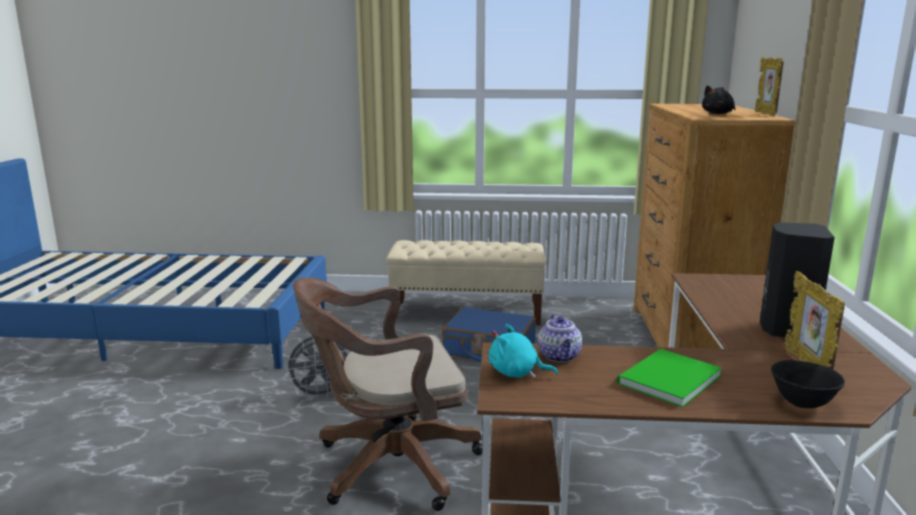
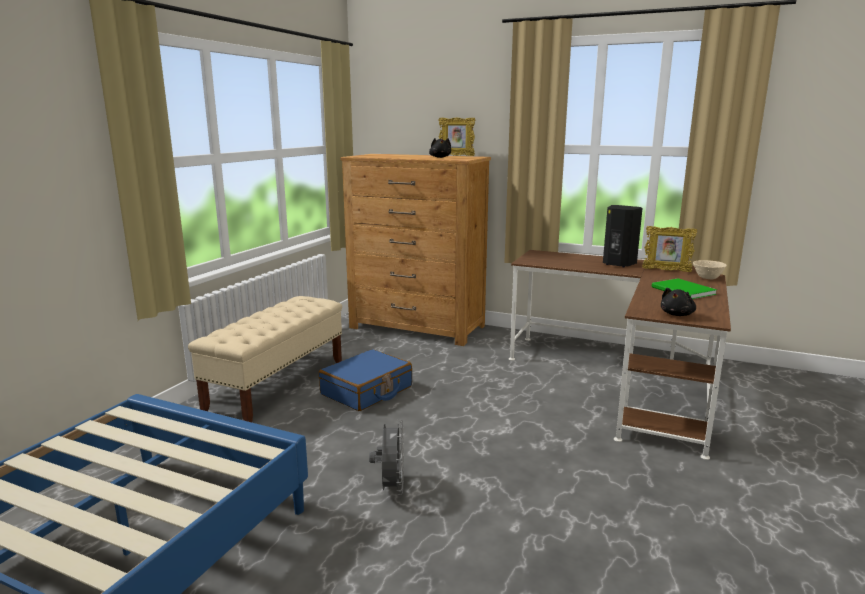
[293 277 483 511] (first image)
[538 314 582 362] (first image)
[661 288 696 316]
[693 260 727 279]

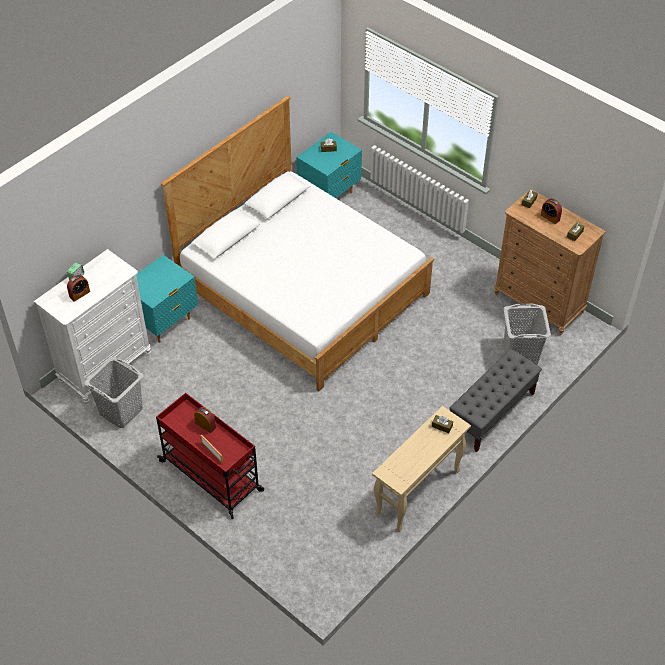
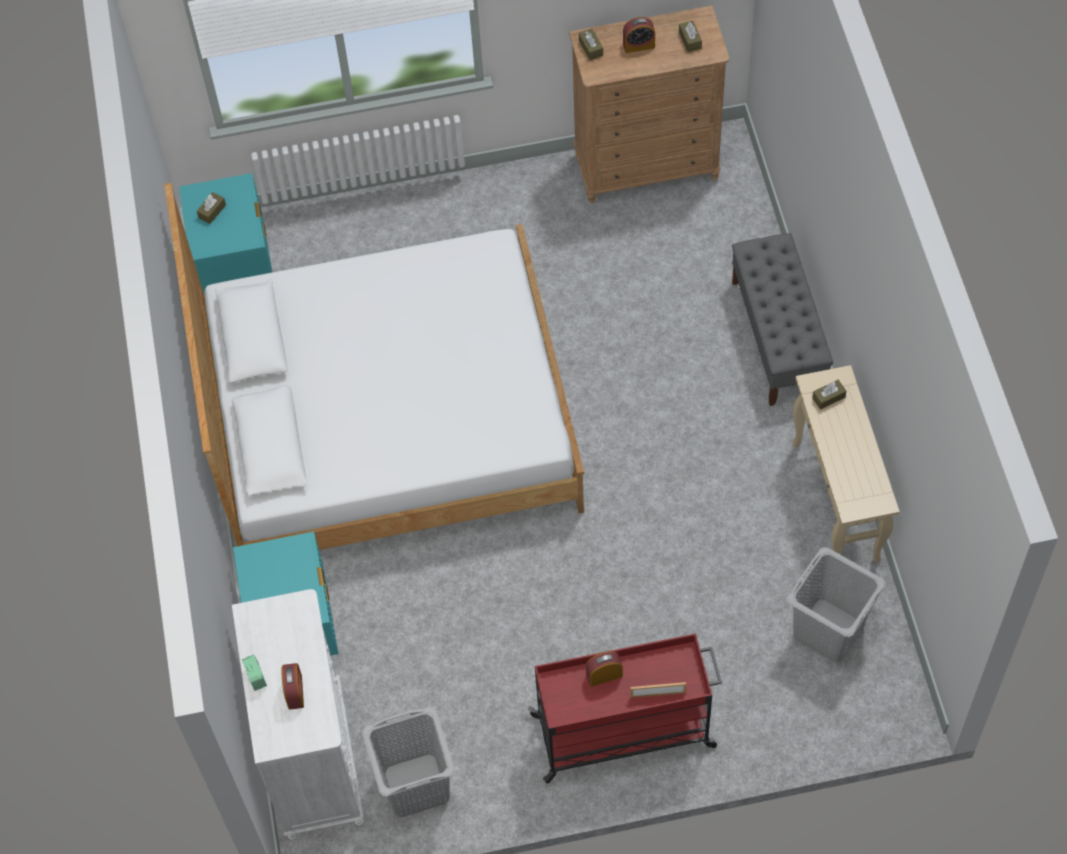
[787 547 886 663]

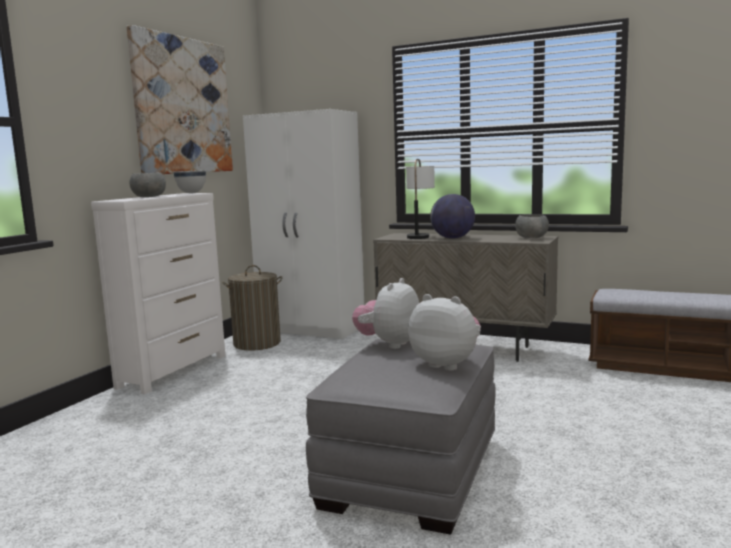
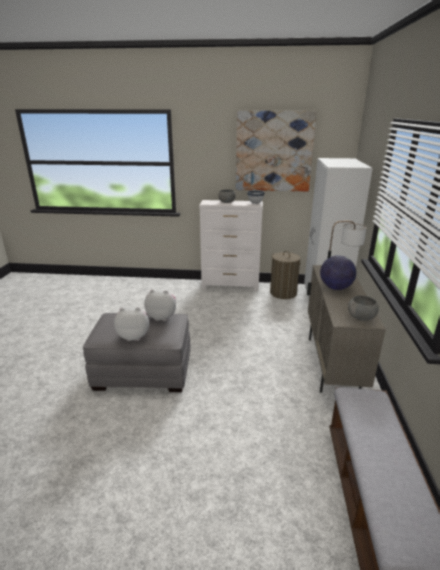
[114 307 149 341]

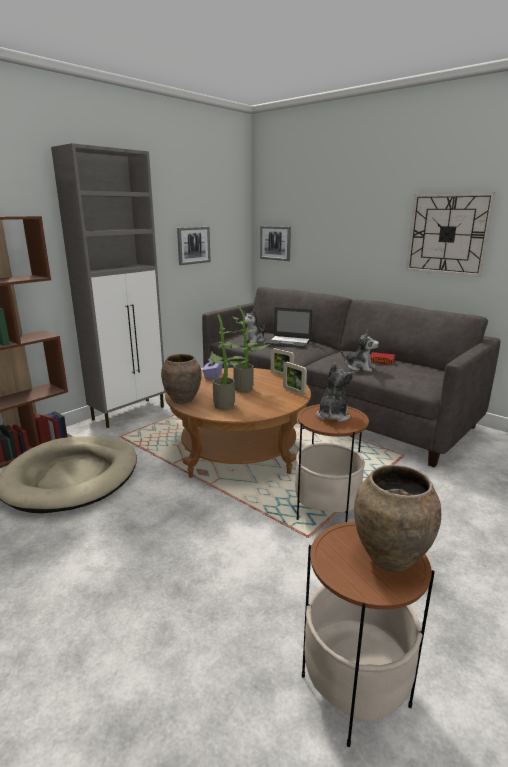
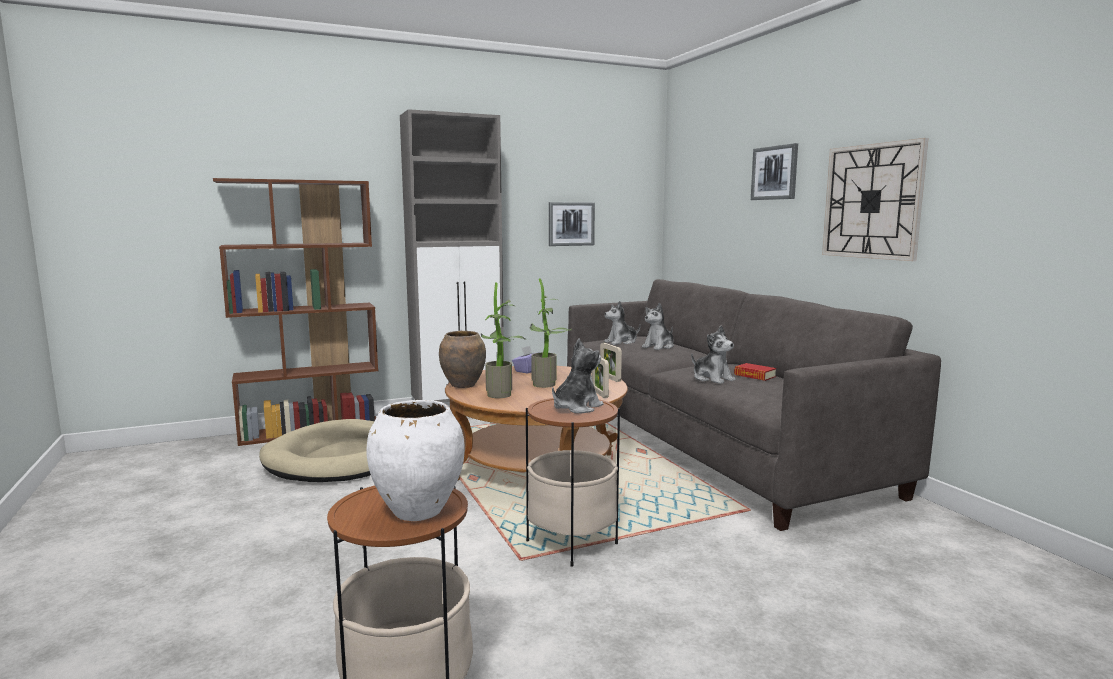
[751 143 798 200]
[642 303 674 350]
[366 400 465 521]

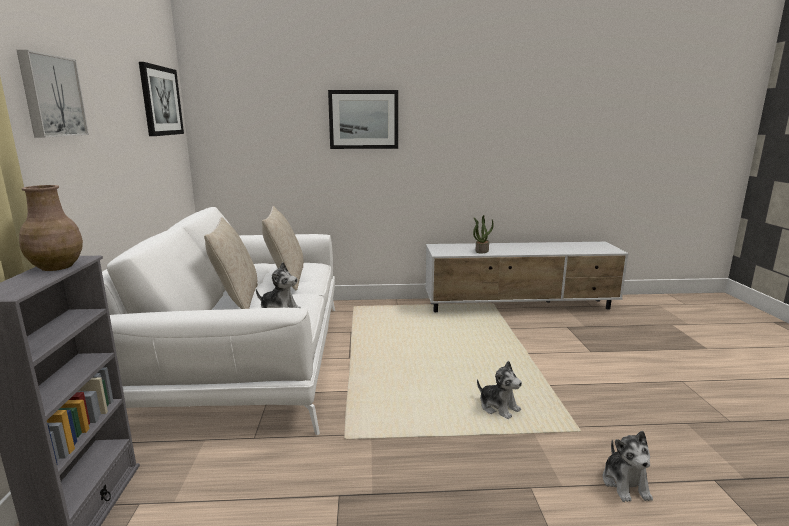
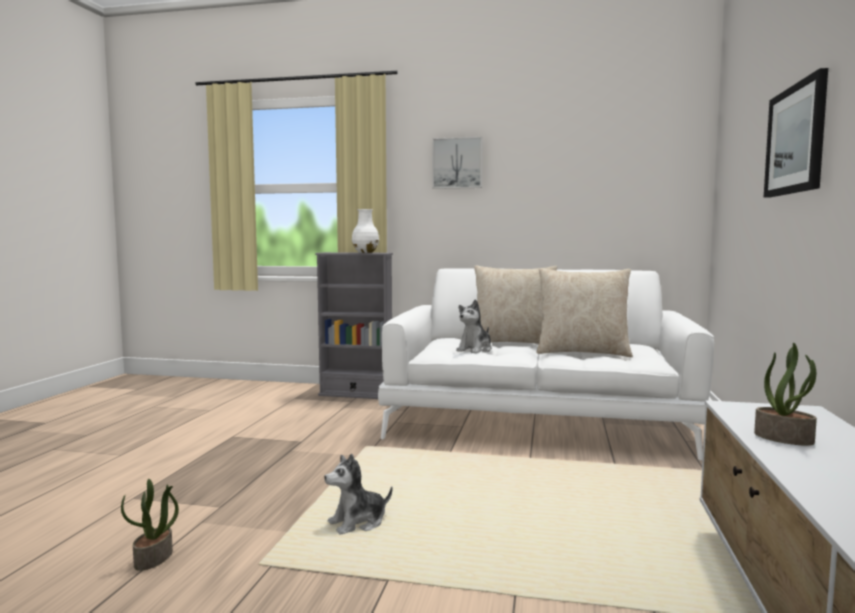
[139 62 184 136] (first image)
[121 479 179 571]
[352 209 379 253]

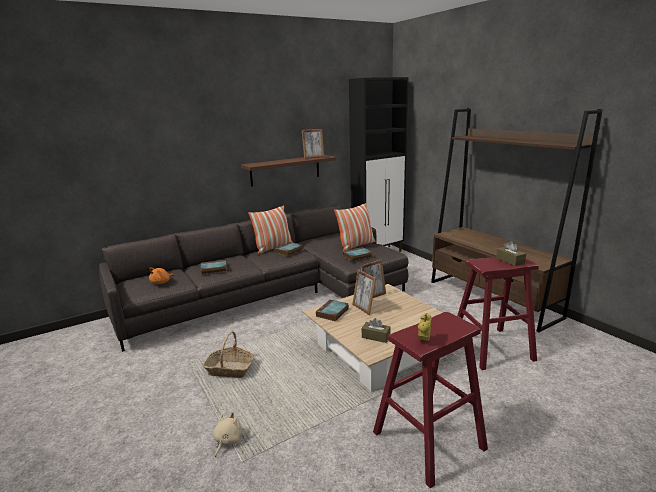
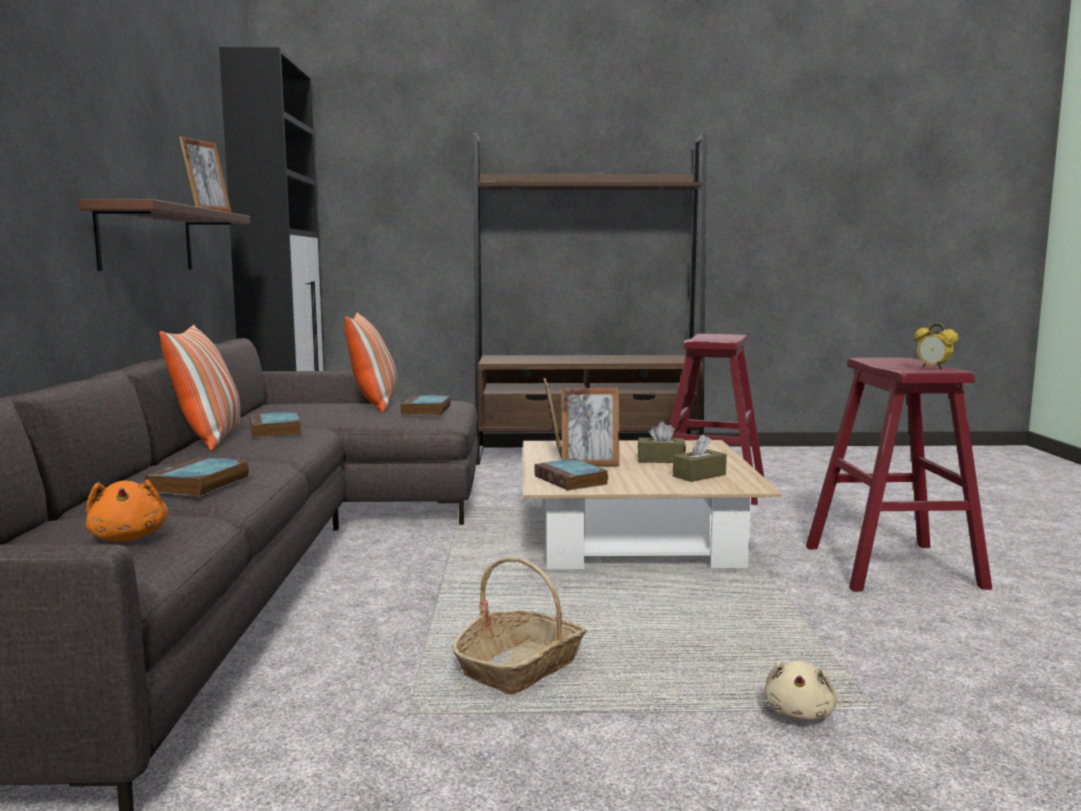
[638 422 686 463]
[764 660 838 722]

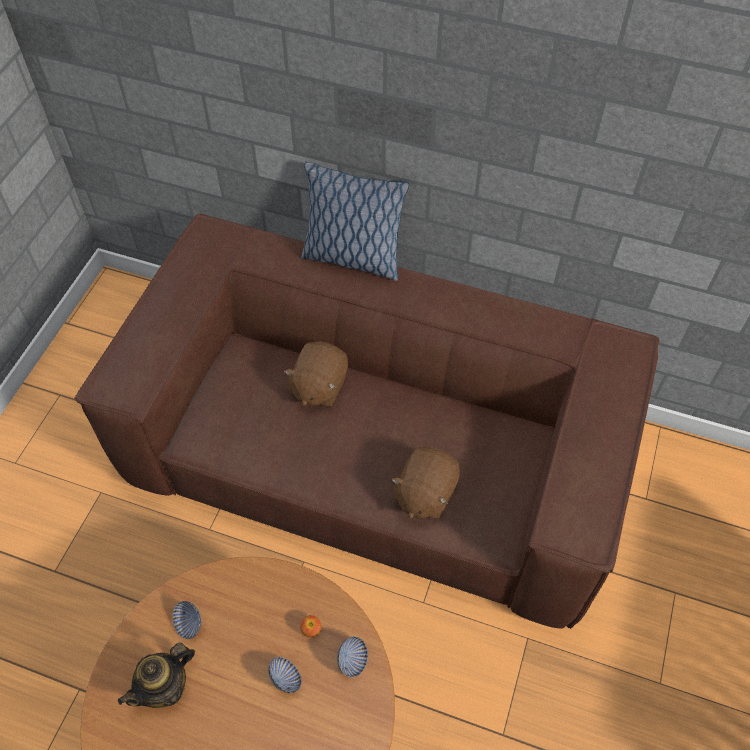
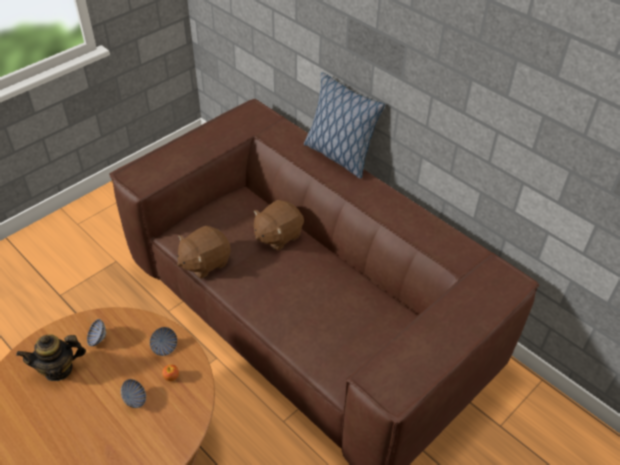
[150 327 177 356]
[177 226 231 279]

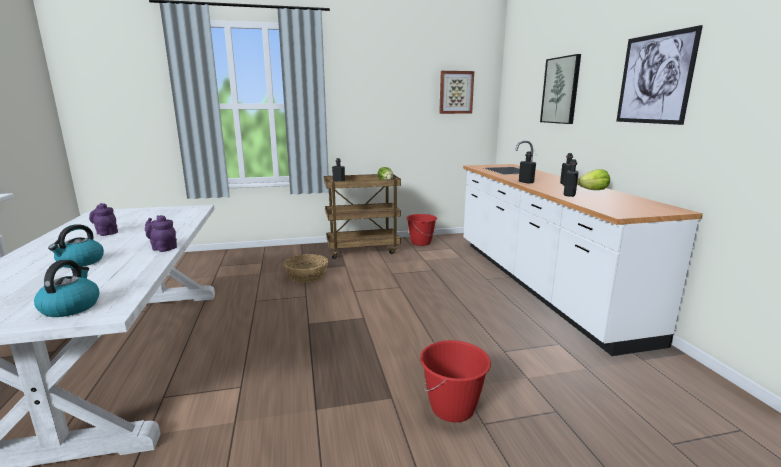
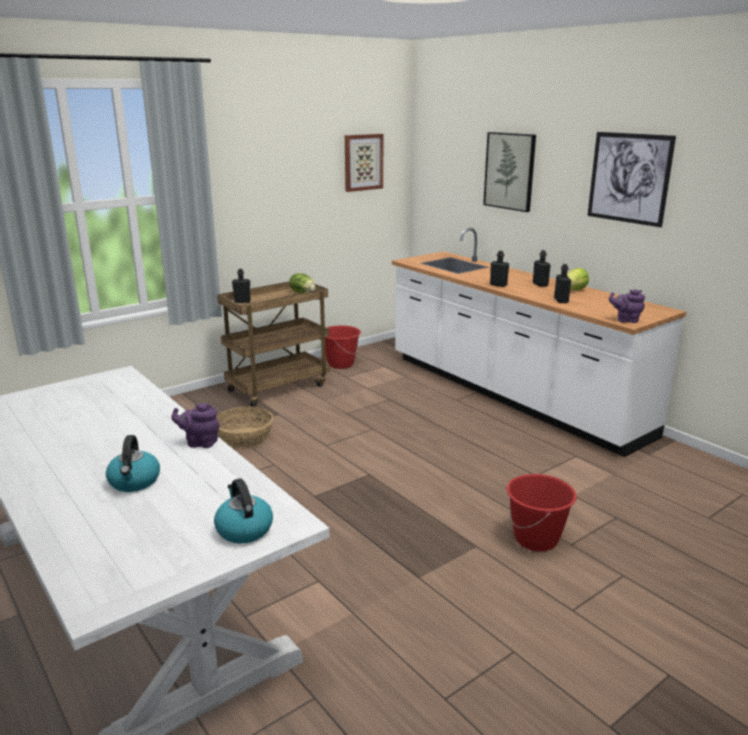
[609 289 645 323]

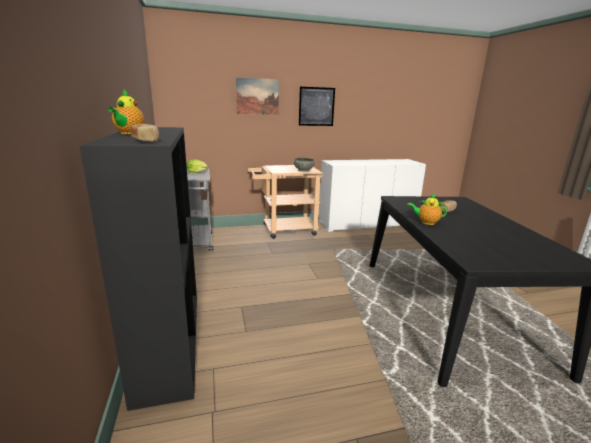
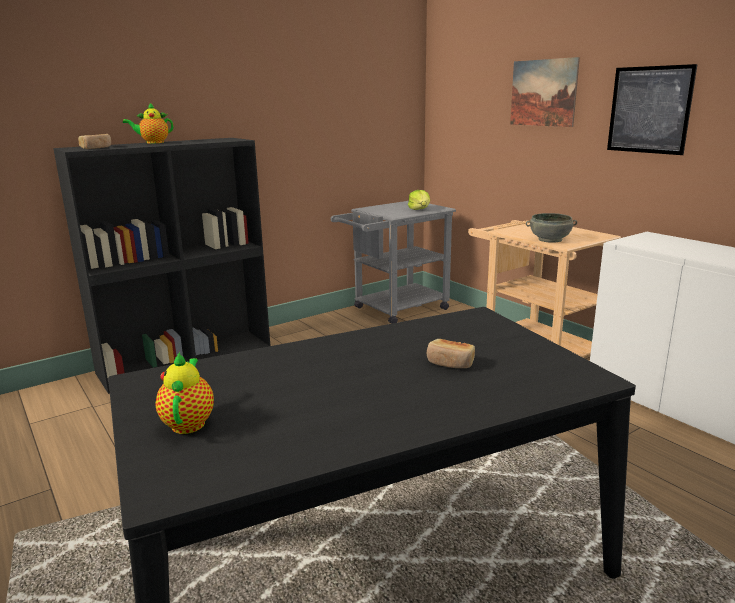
[156 351 214 434]

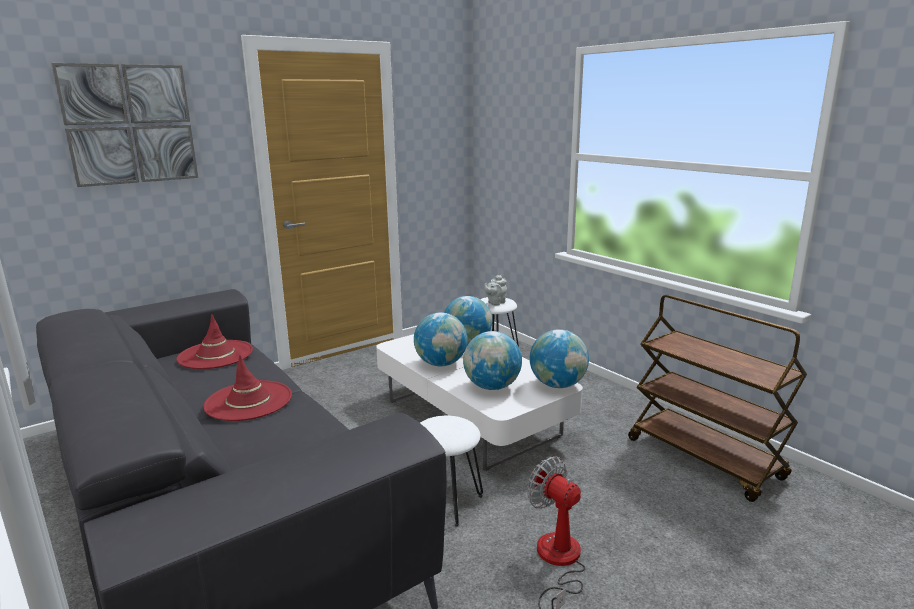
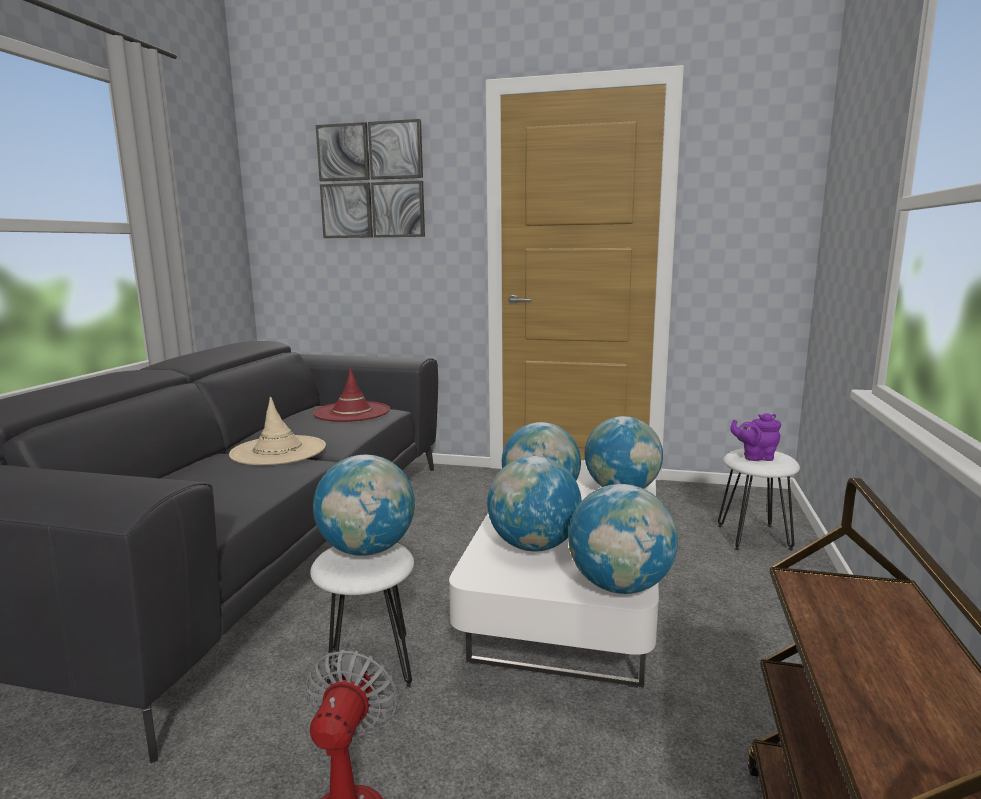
[313 455 415 556]
[229 396 326 465]
[730 413 781 461]

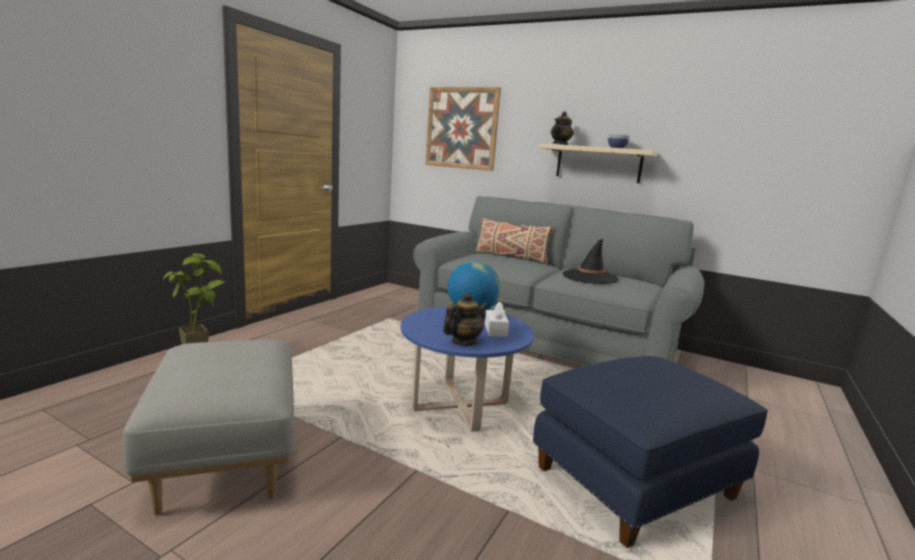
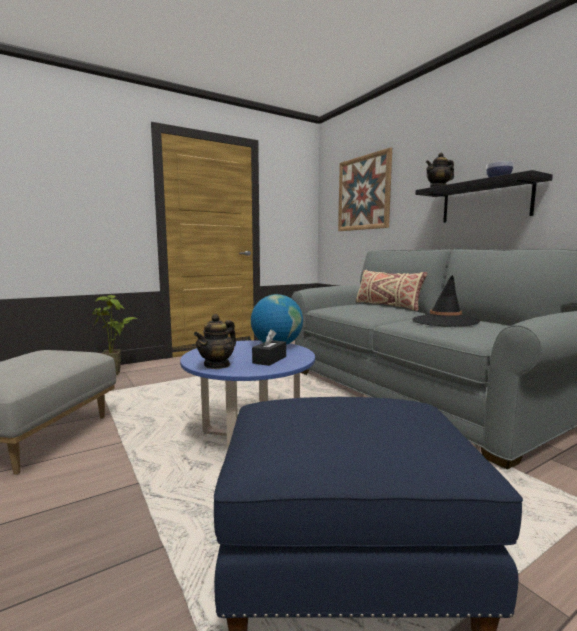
[252 329 286 366]
[415 170 553 223]
[194 314 236 369]

